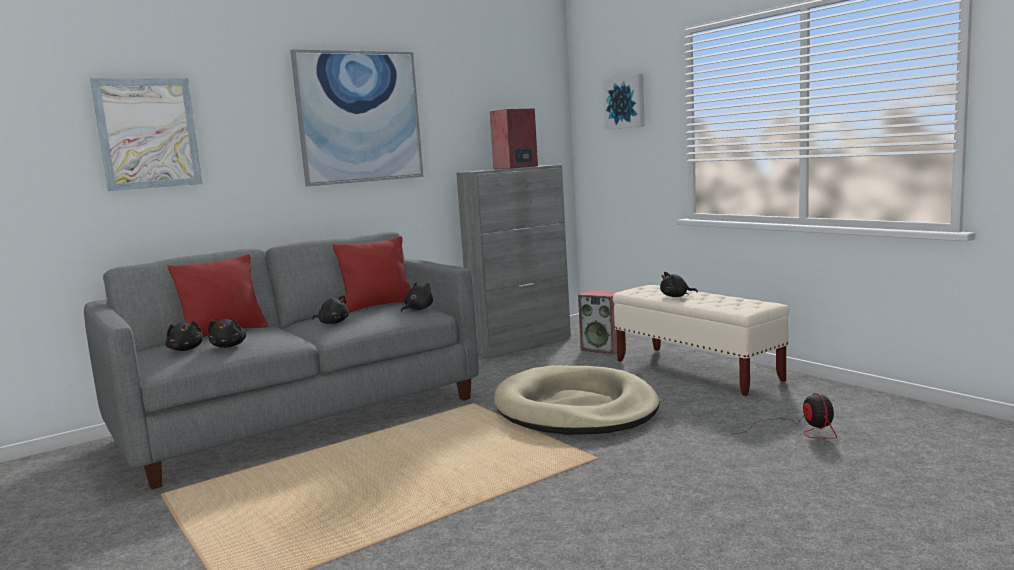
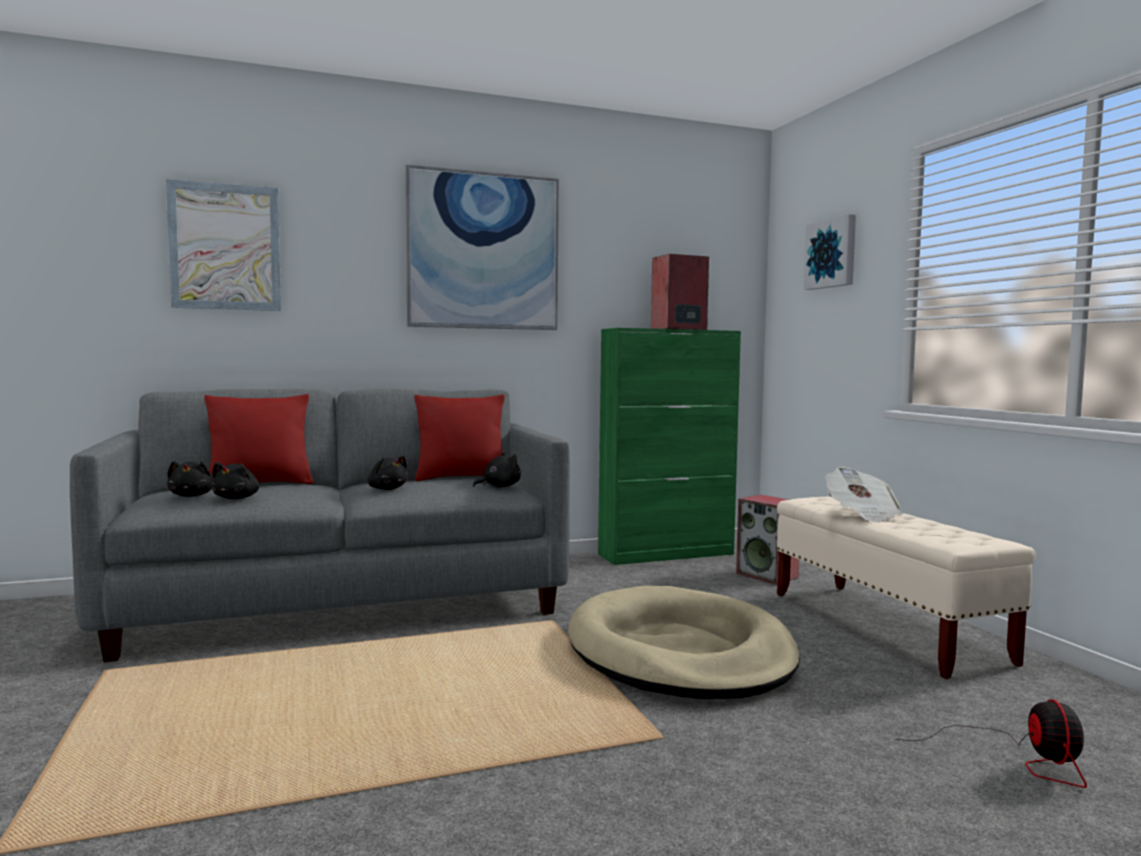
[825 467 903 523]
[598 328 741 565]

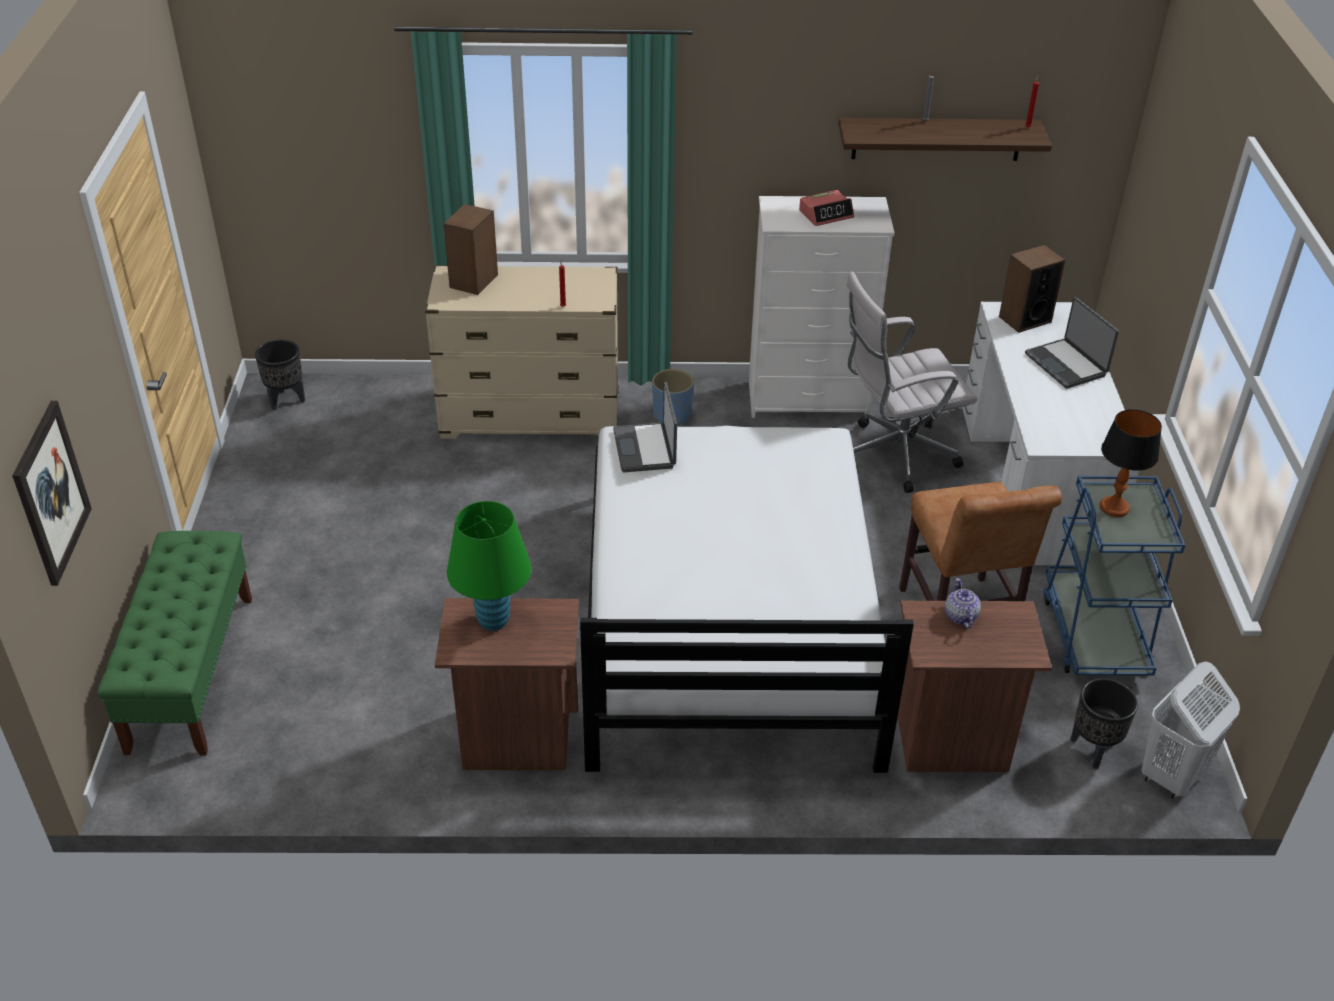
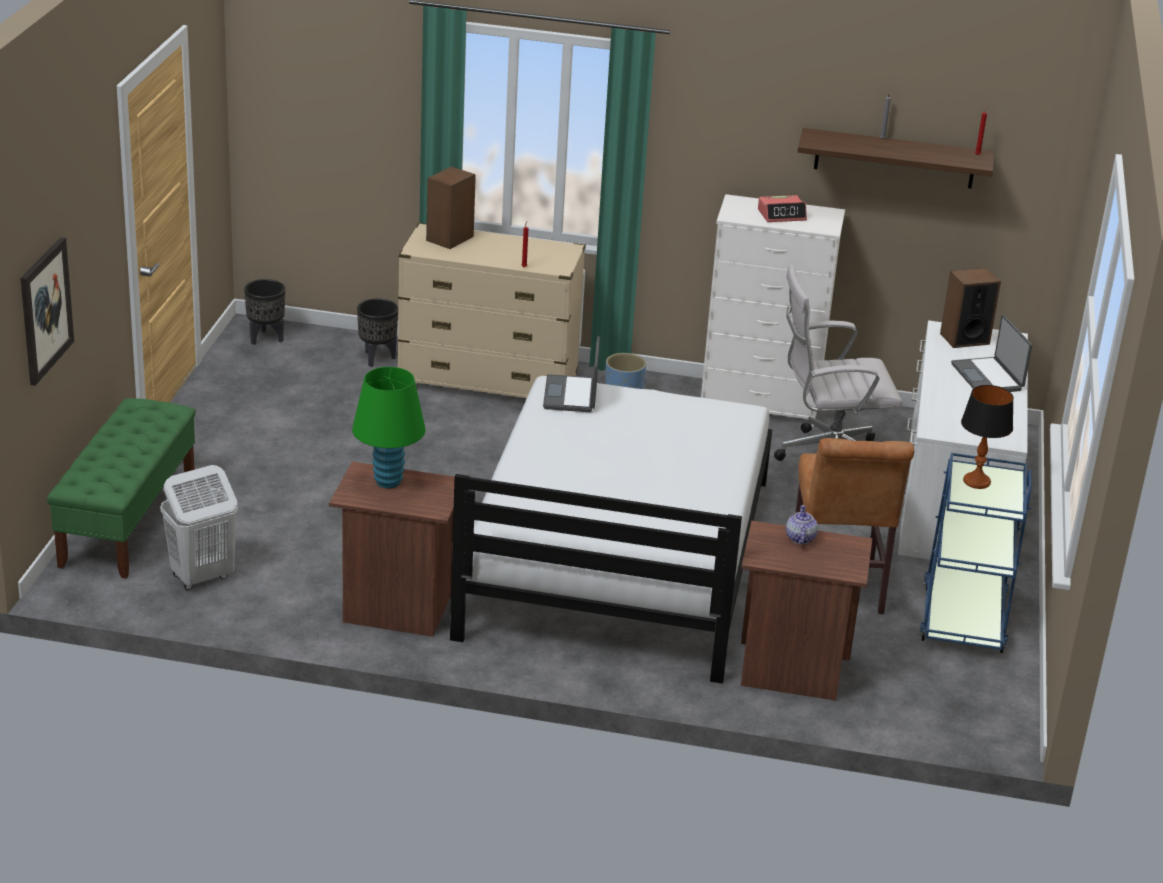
[357 299 398 367]
[160 465 238 590]

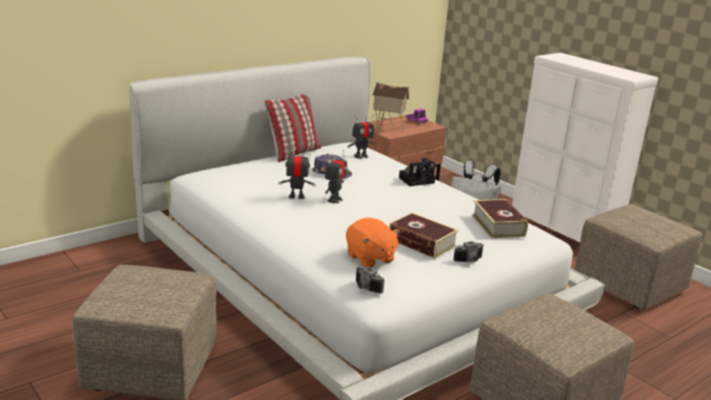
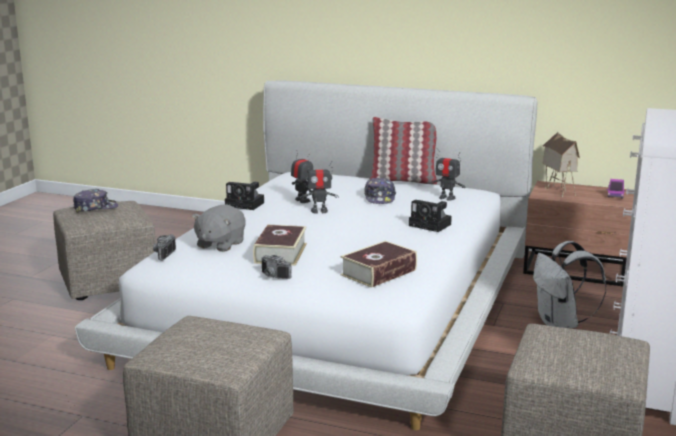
[73 189 118 213]
[225 182 264 210]
[192 204 246 252]

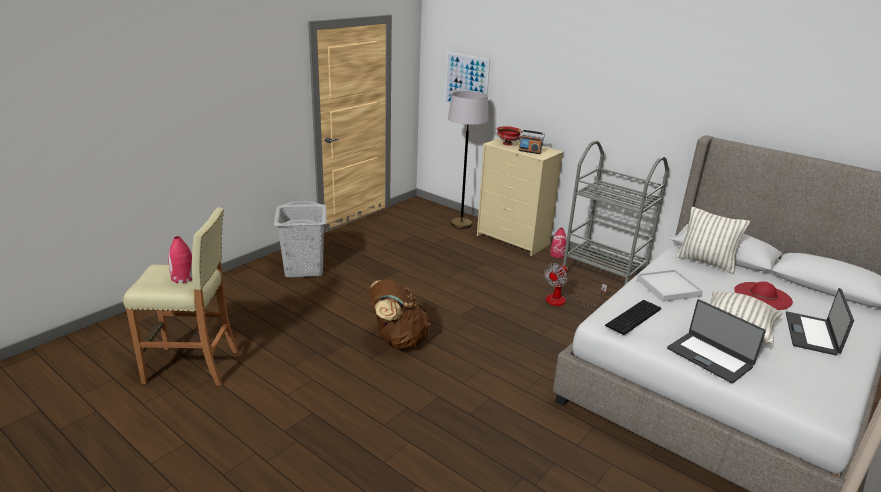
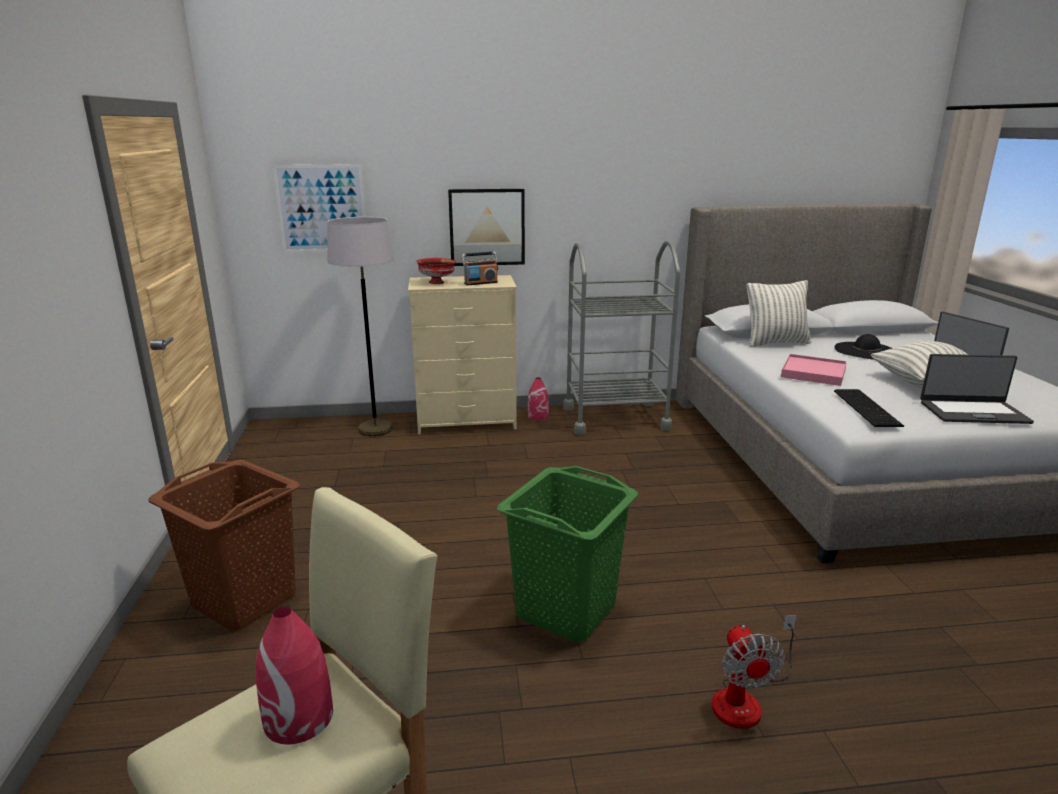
[448 189 525 266]
[712 615 796 729]
[497 466 638 642]
[148 460 300 631]
[781 354 847 386]
[835 334 892 360]

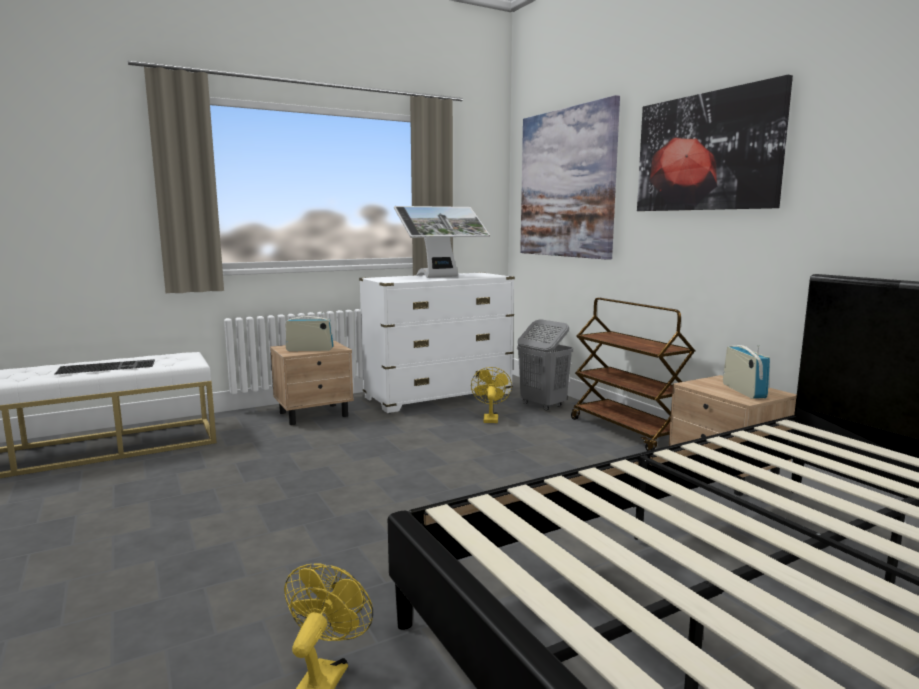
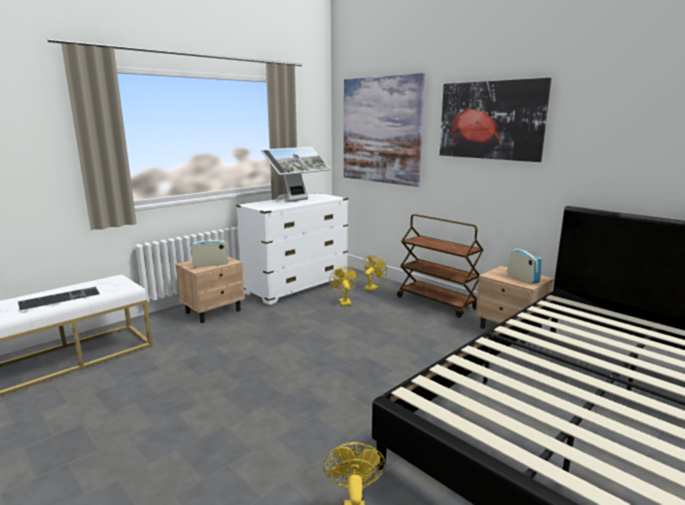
[364 255 387 291]

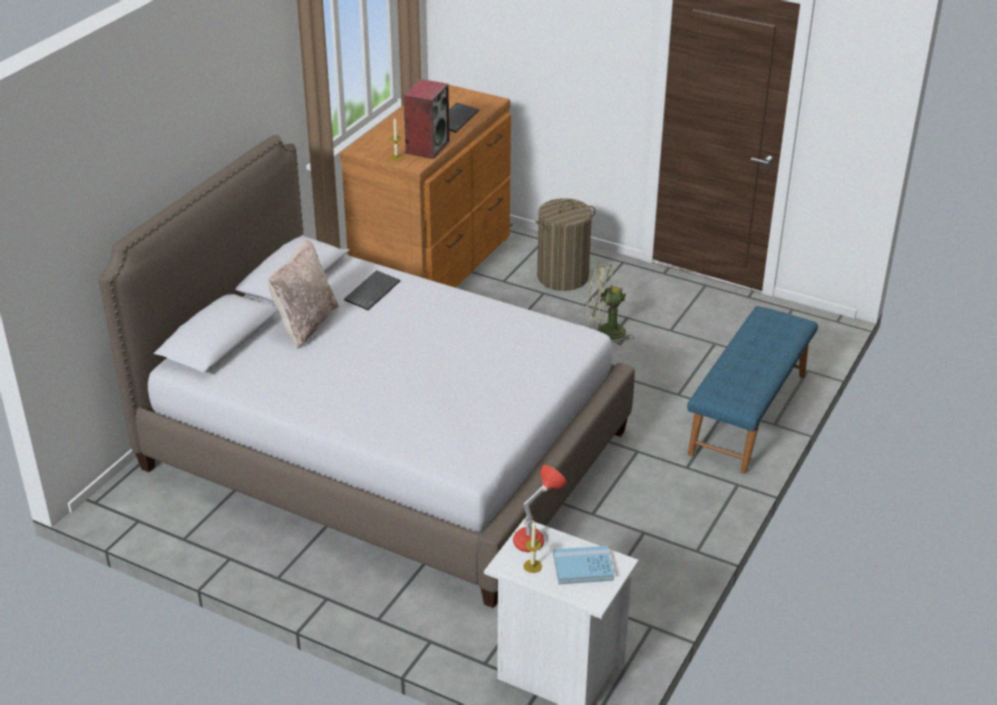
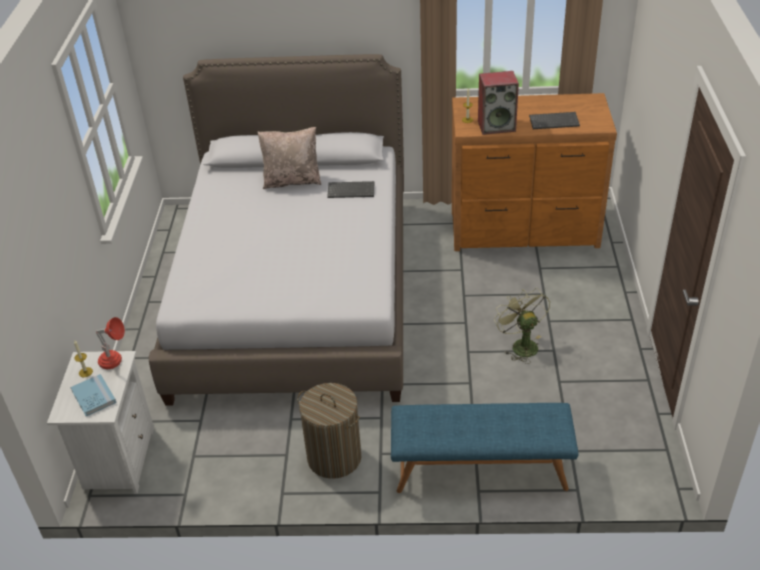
[297 383 361 479]

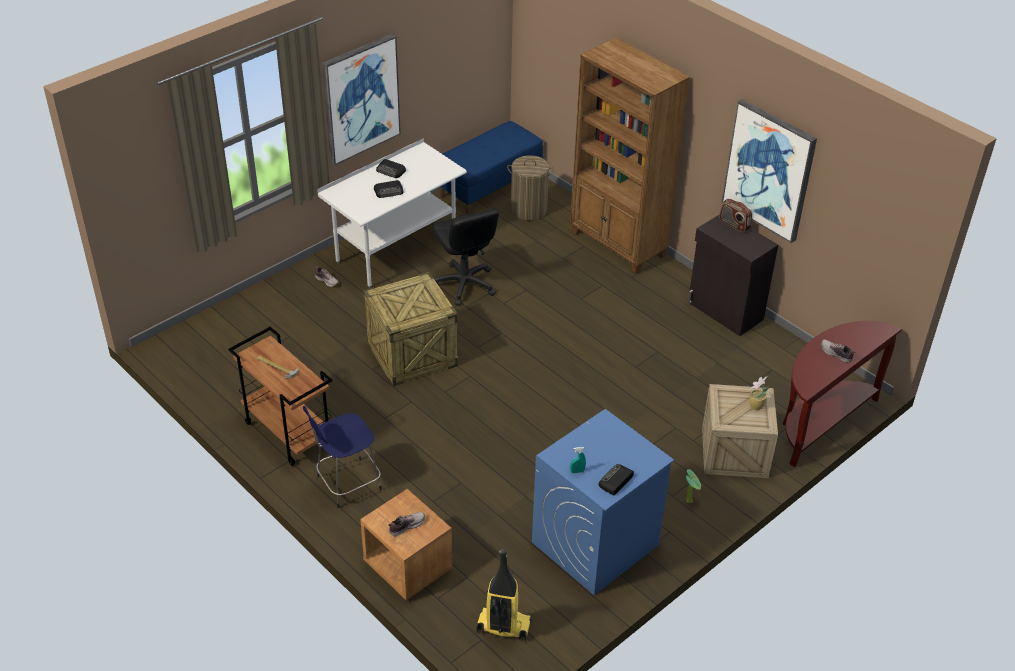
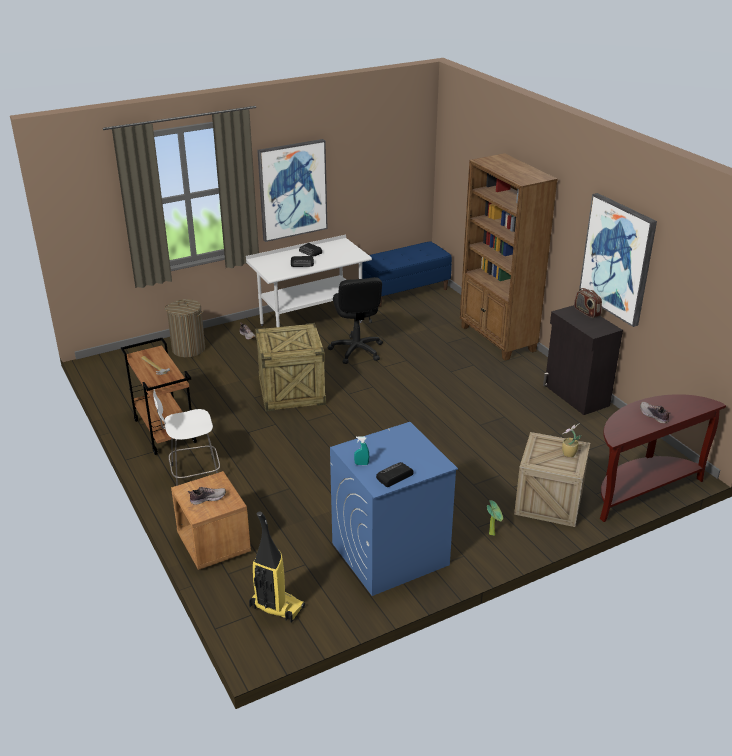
[165 299 205 358]
[153 389 220 486]

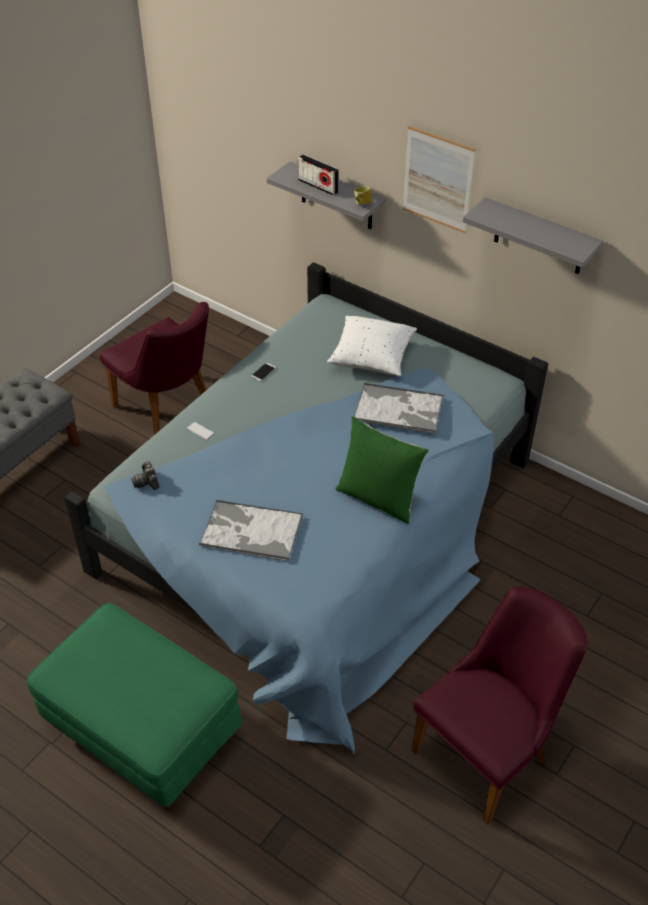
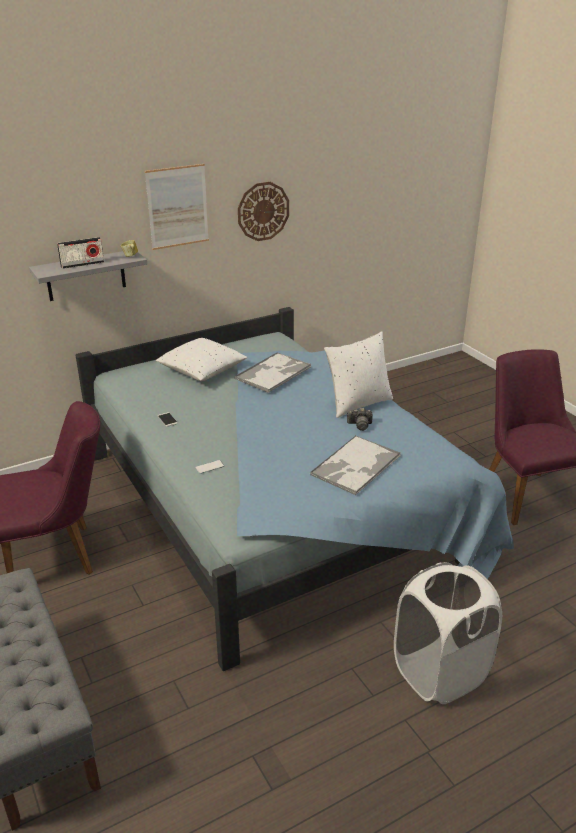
[346 408 373 431]
[394 562 502 704]
[238 182 289 241]
[324 331 393 418]

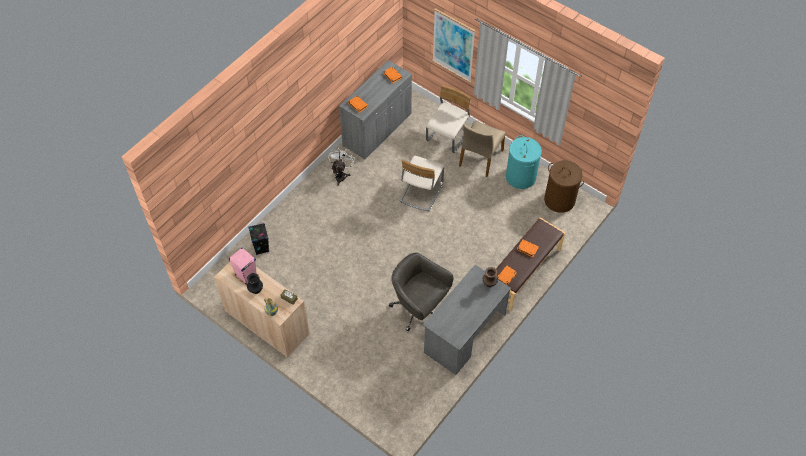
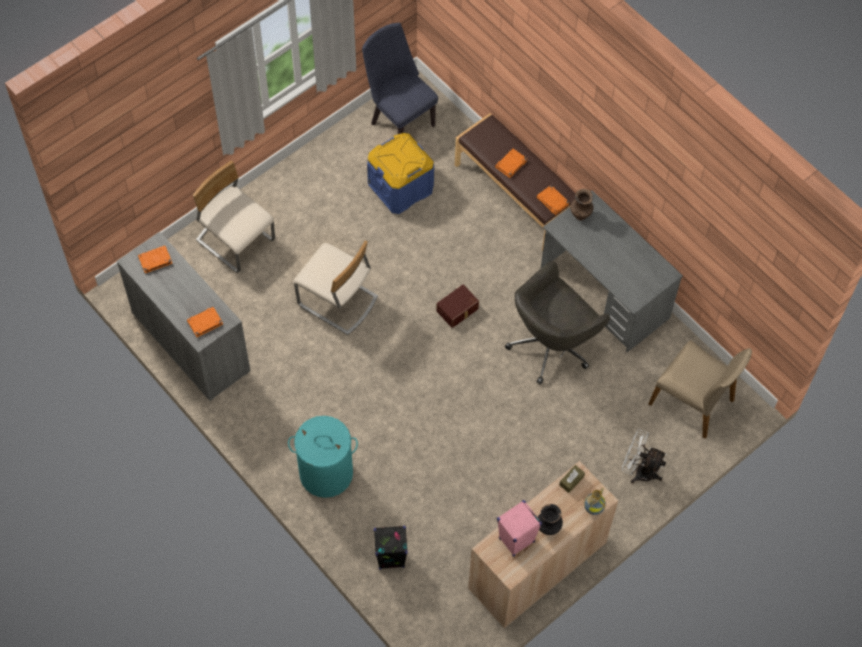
[432 8 475 83] (first image)
[367 133 434 214]
[436 285 479 328]
[622 429 667 483]
[649 340 752 439]
[288 416 358 498]
[362 23 438 134]

